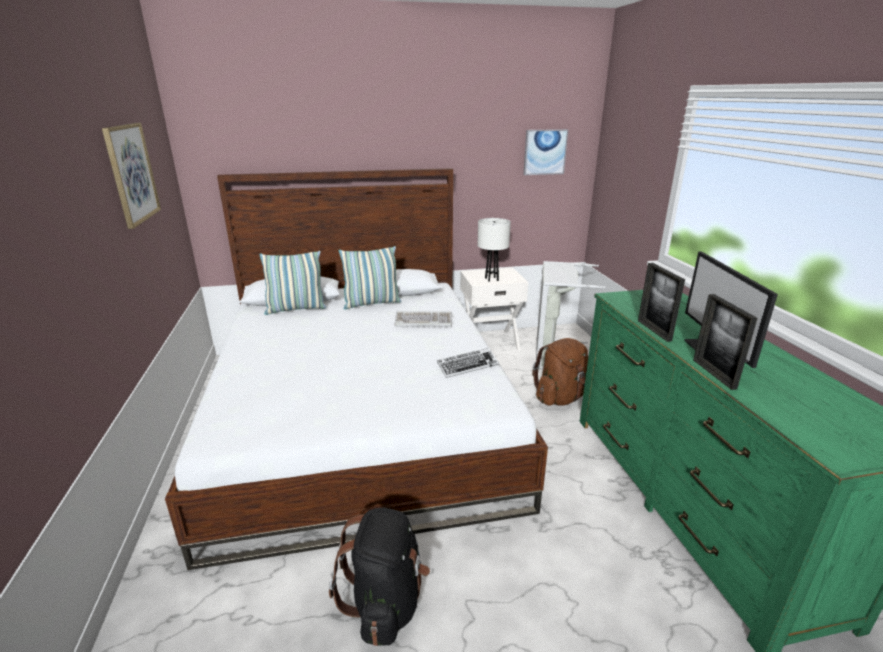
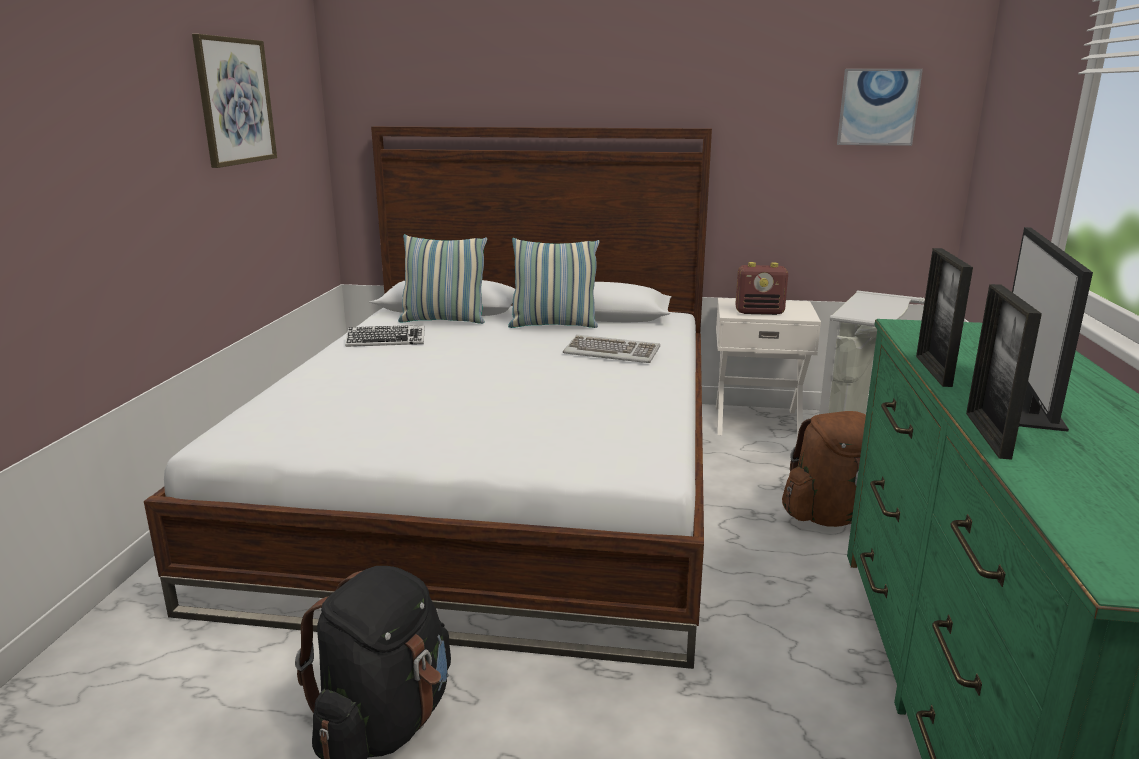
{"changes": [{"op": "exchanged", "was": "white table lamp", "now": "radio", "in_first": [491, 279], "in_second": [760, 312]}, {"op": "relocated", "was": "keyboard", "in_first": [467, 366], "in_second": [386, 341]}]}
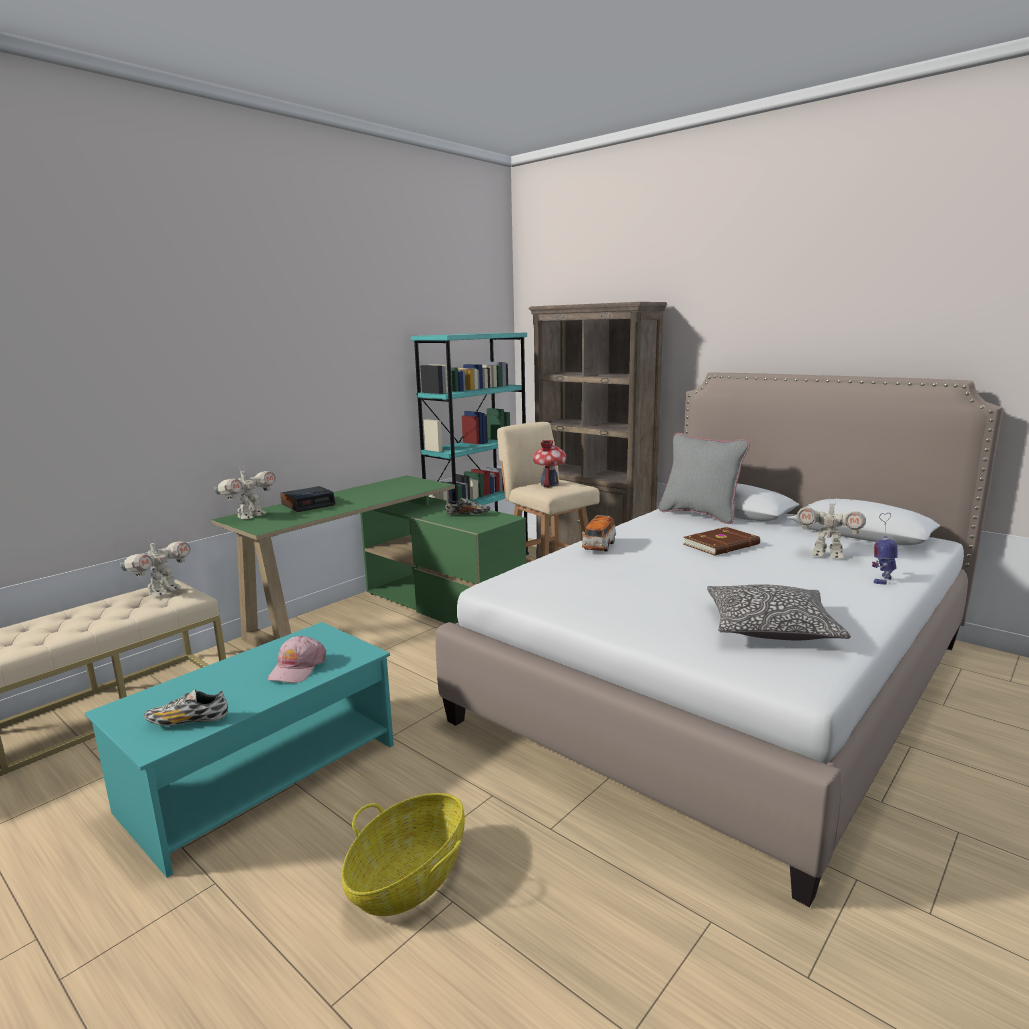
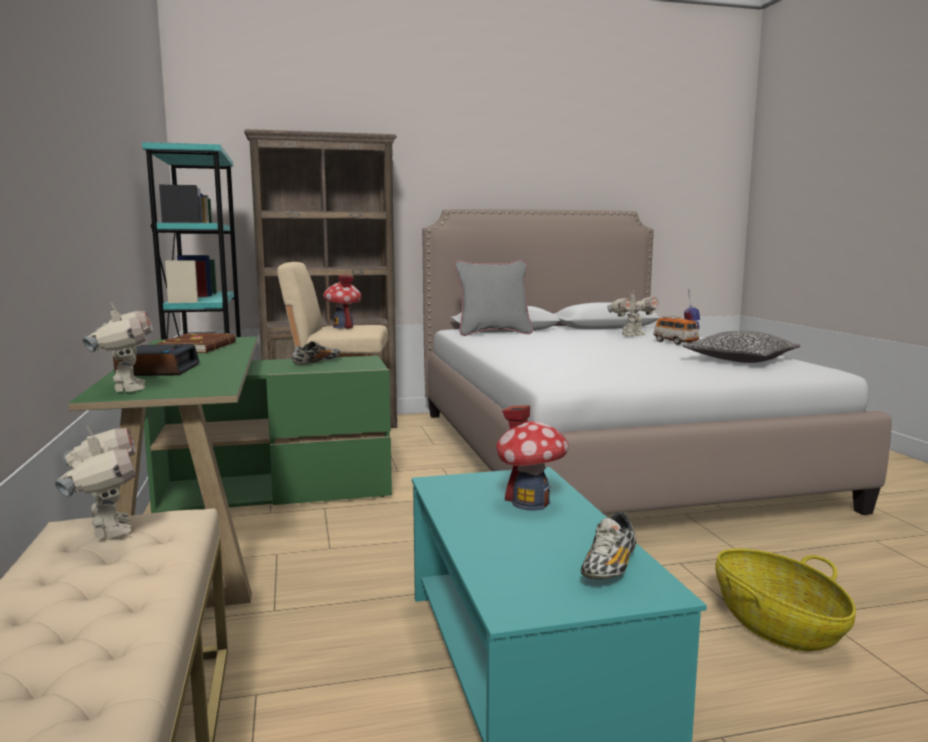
{"changes": [{"op": "relocated", "was": "toy car", "in_first": [599, 547], "in_second": [675, 342]}, {"op": "relocated", "was": "brown book", "in_first": [722, 545], "in_second": [200, 347]}, {"op": "exchanged", "was": "pink cap", "now": "toy house", "in_first": [297, 668], "in_second": [531, 503]}]}
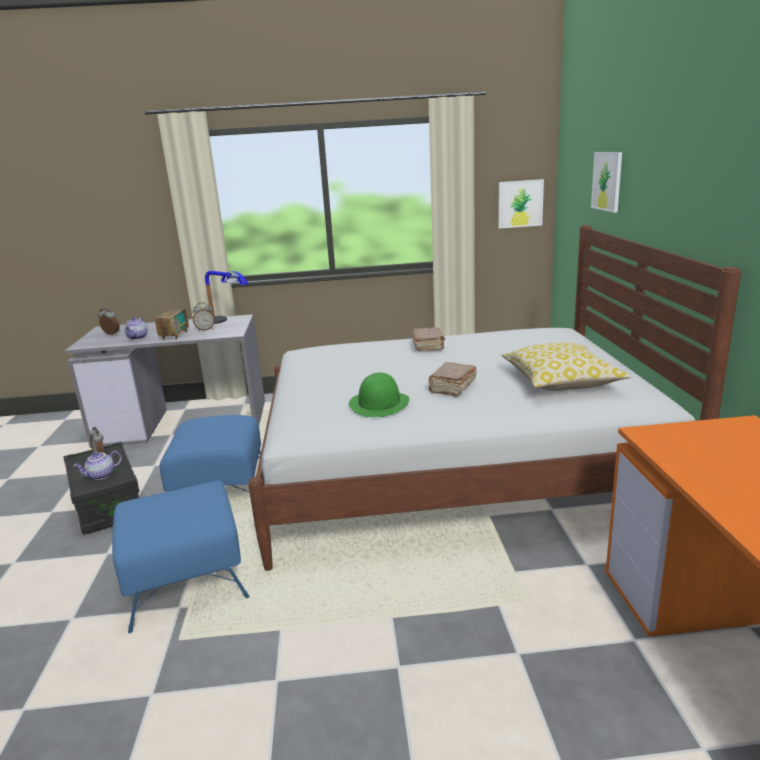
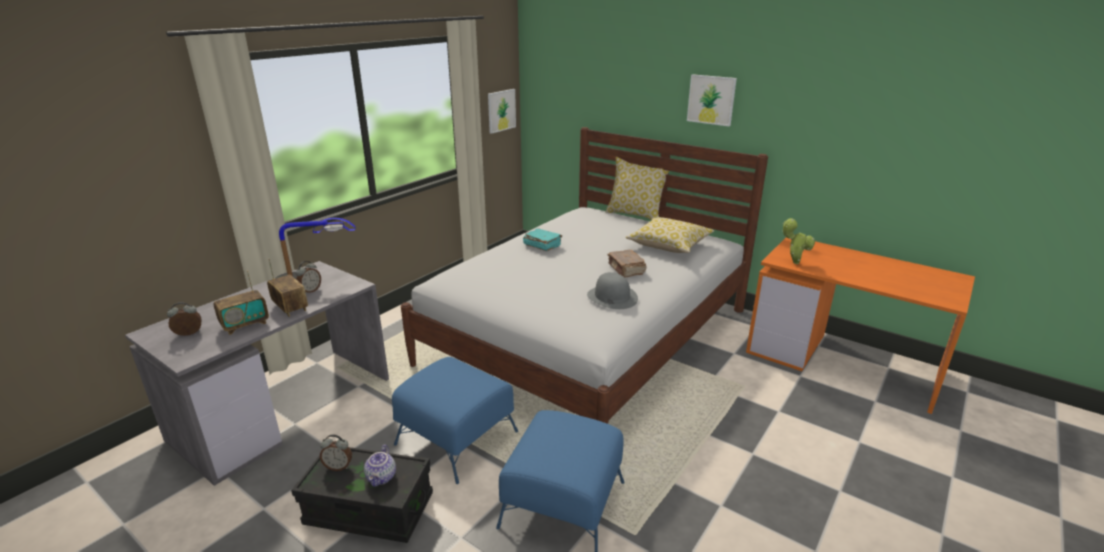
{"changes": [{"op": "relocated", "was": "picture", "in_first": [607, 181], "in_second": [711, 100]}, {"op": "exchanged", "was": "teapot", "now": "radio", "in_first": [138, 337], "in_second": [245, 325]}, {"op": "colour", "was": "brown book", "now": "turquoise book", "in_first": [428, 346], "in_second": [542, 245]}, {"op": "colour", "was": "green hat", "now": "grey hat", "in_first": [379, 403], "in_second": [612, 297]}, {"op": "appeared", "now": "pillow", "in_second": [635, 215]}, {"op": "appeared", "now": "potted plant", "in_second": [793, 262]}]}
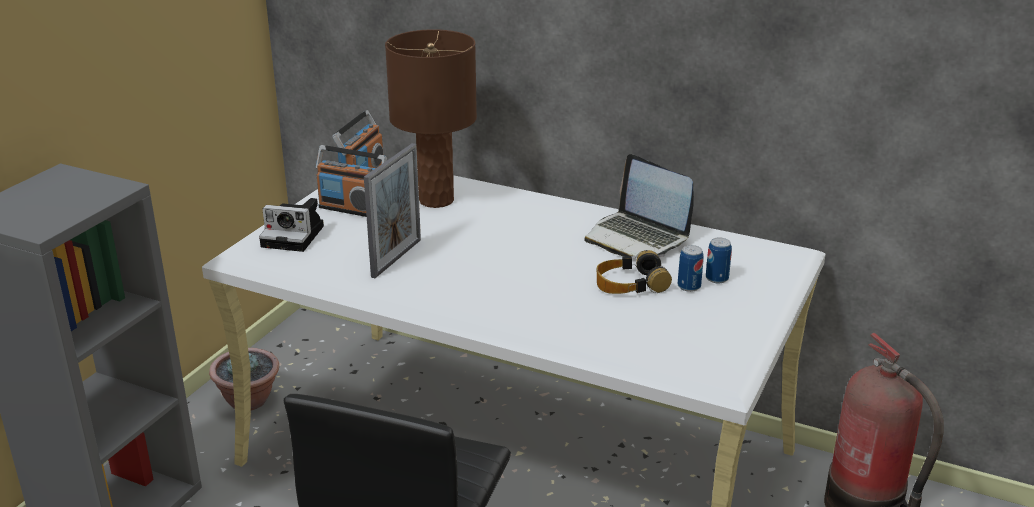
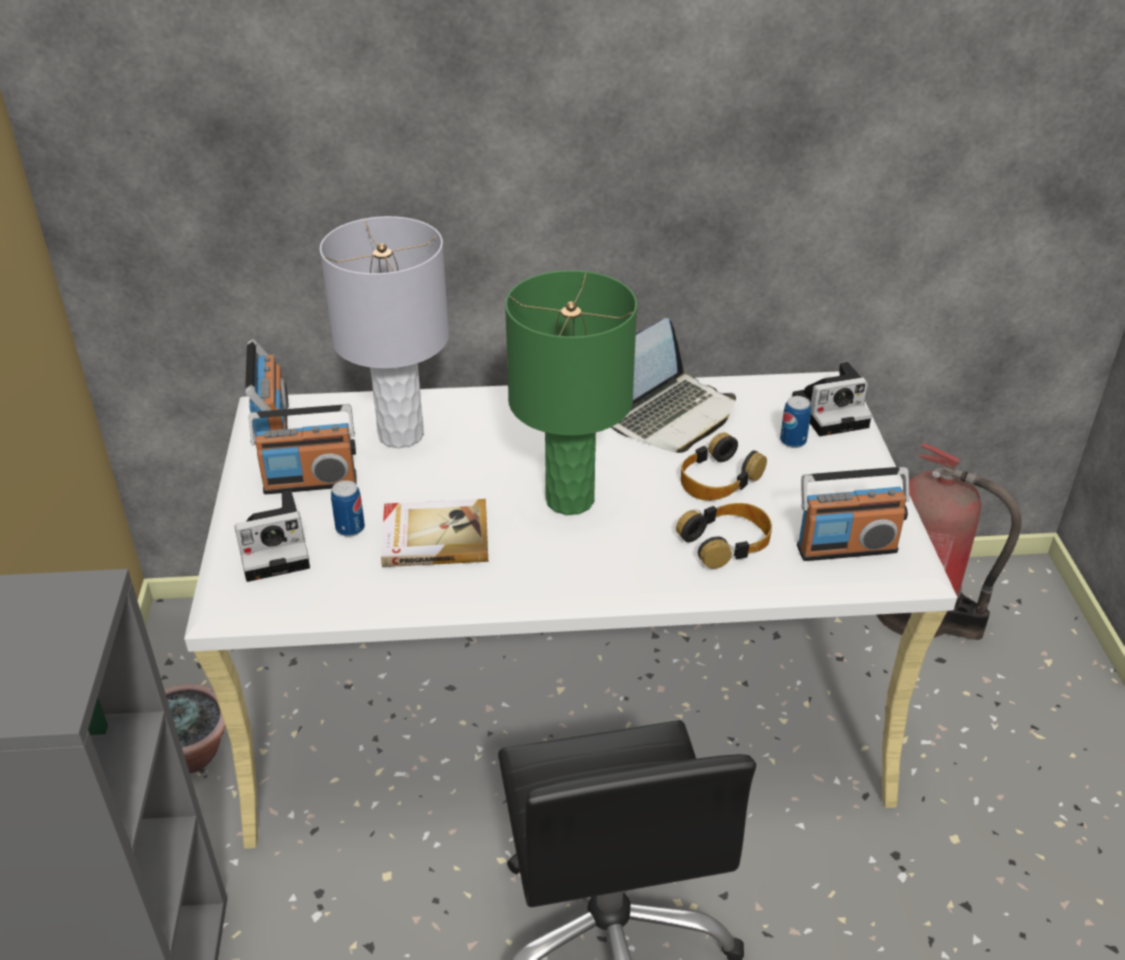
{"changes": [{"op": "colour", "was": "brown table lamp", "now": "grey table lamp", "in_first": [436, 200], "in_second": [400, 434]}, {"op": "exchanged", "was": "picture frame", "now": "book", "in_first": [396, 258], "in_second": [434, 536]}, {"op": "spun", "was": "laptop", "in_first": [637, 237], "in_second": [668, 414], "clockwise": -60}, {"op": "relocated", "was": "can", "in_first": [689, 286], "in_second": [350, 528]}, {"op": "appeared", "now": "green table lamp", "in_second": [569, 500]}, {"op": "appeared", "now": "photo camera", "in_second": [832, 412]}, {"op": "appeared", "now": "radio", "in_second": [846, 547]}, {"op": "appeared", "now": "headphones", "in_second": [726, 542]}]}
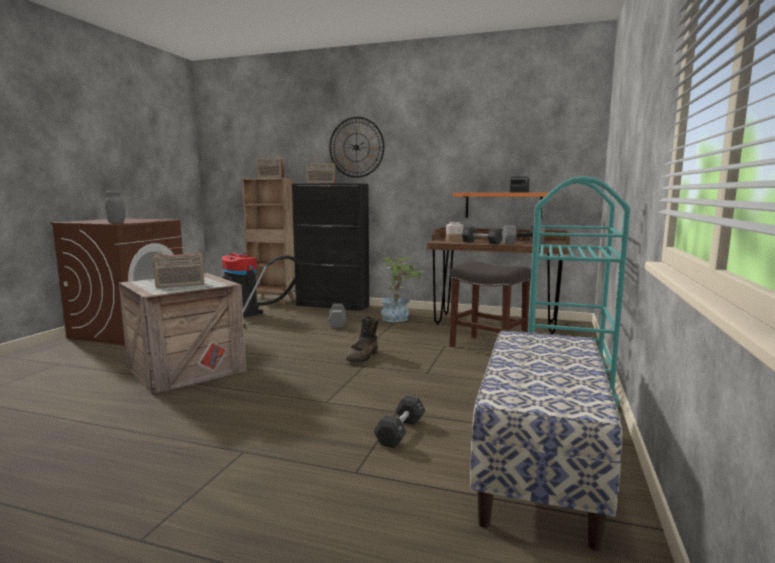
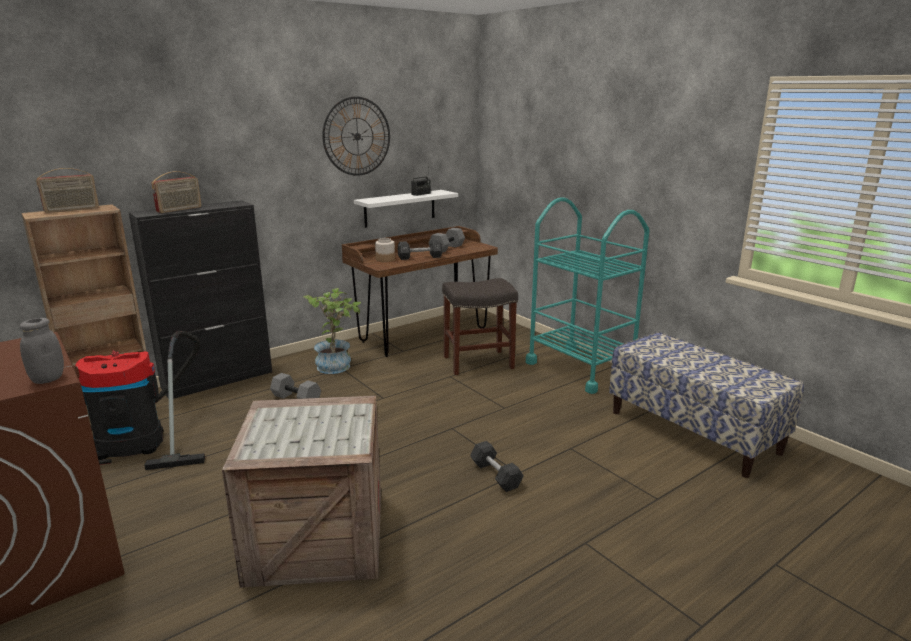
{"changes": [{"op": "relocated", "was": "wall clock", "in_first": [356, 147], "in_second": [357, 136]}, {"op": "colour", "was": "orange shelf", "now": "white shelf", "in_first": [503, 205], "in_second": [400, 208]}, {"op": "missing", "was": "radio", "in_first": [180, 286]}, {"op": "missing", "was": "brown boot", "in_first": [363, 357]}, {"op": "relocated", "was": "black dumbbell", "in_first": [400, 432], "in_second": [495, 475]}]}
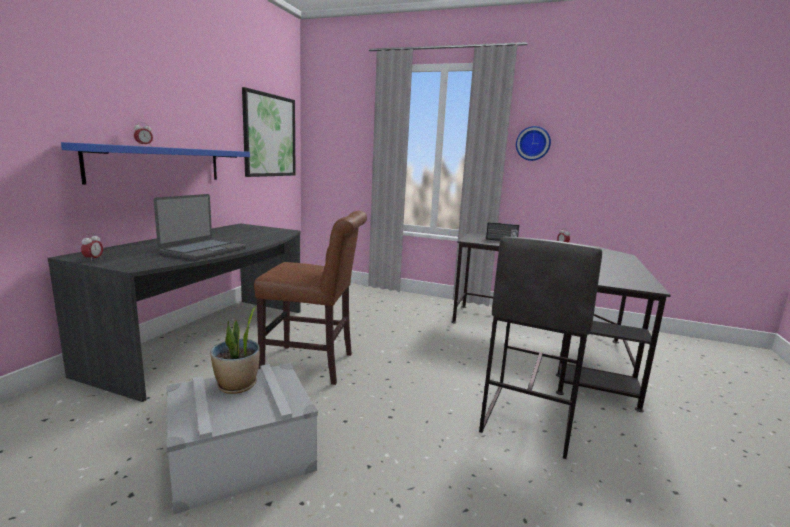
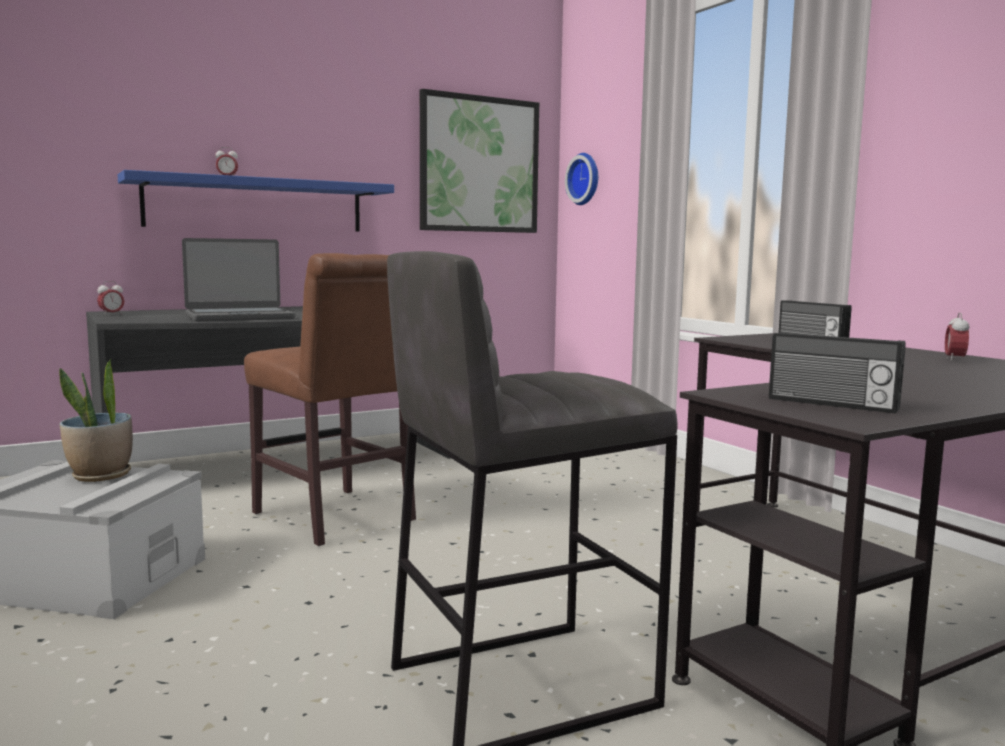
{"changes": [{"op": "relocated", "was": "wall clock", "in_first": [533, 143], "in_second": [585, 179]}, {"op": "appeared", "now": "radio", "in_second": [831, 404]}]}
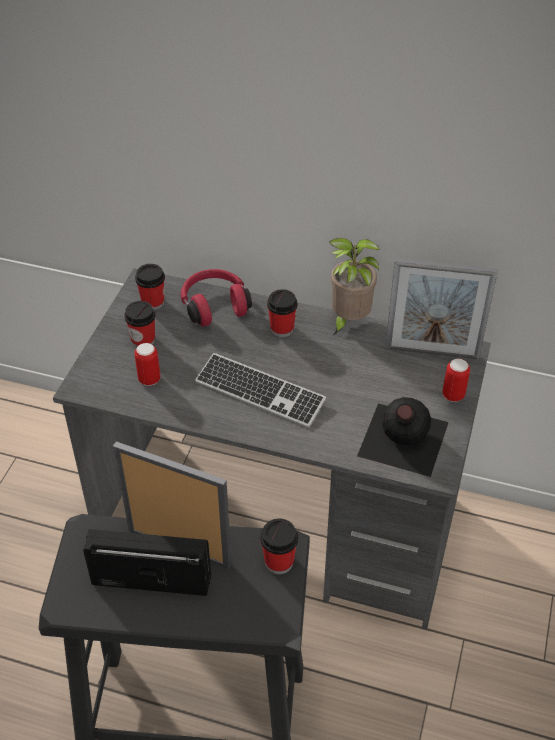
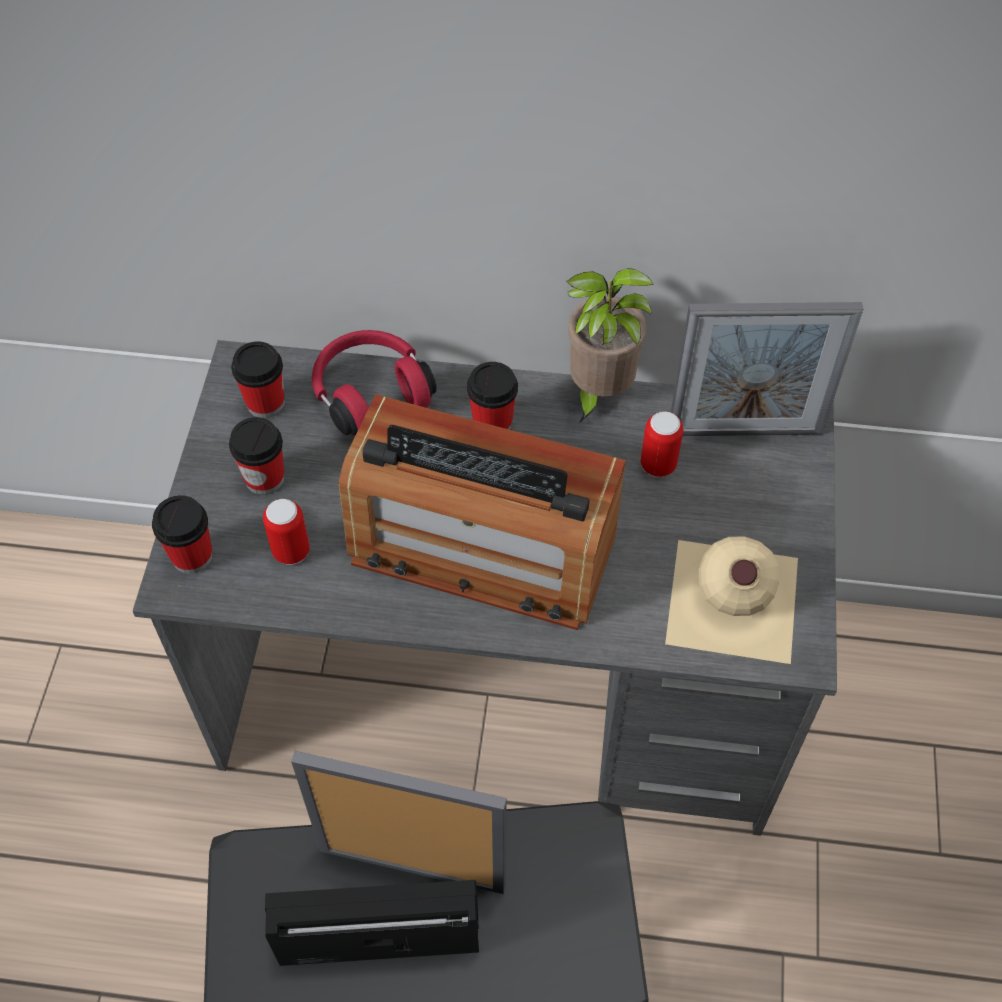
{"changes": [{"op": "exchanged", "was": "keyboard", "now": "radio", "in_first": [259, 392], "in_second": [481, 548]}, {"op": "relocated", "was": "can", "in_first": [453, 395], "in_second": [658, 465]}, {"op": "colour", "was": "black bottle", "now": "beige bottle", "in_first": [401, 439], "in_second": [730, 601]}, {"op": "relocated", "was": "cup", "in_first": [279, 562], "in_second": [192, 556]}]}
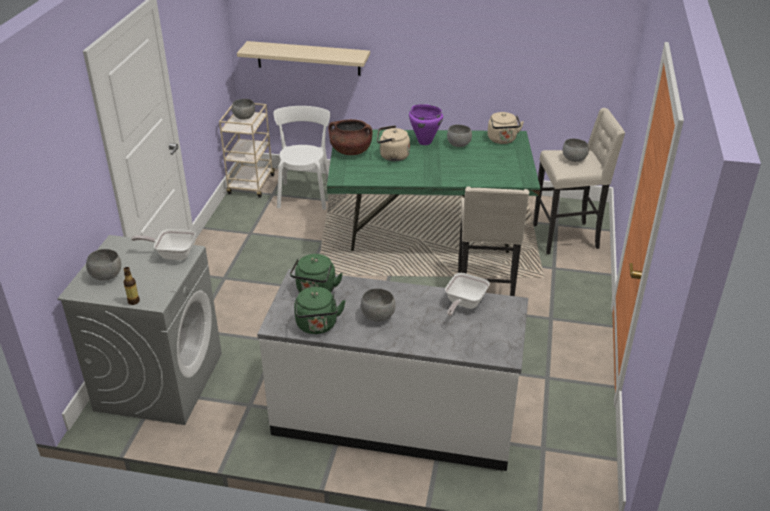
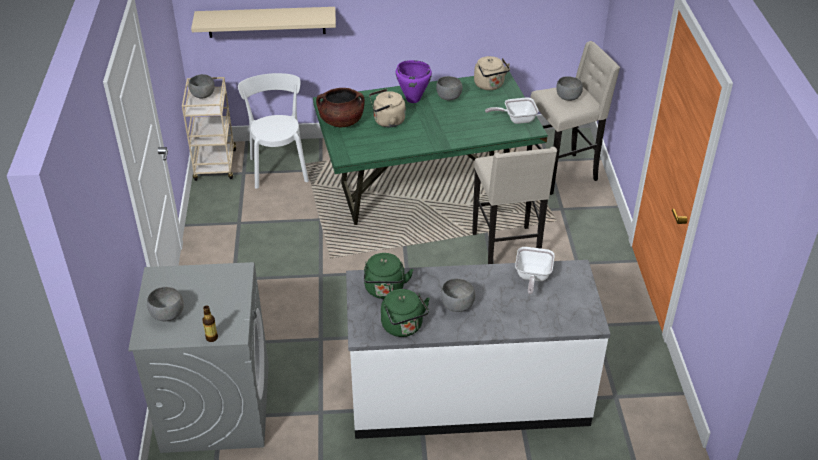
{"changes": [{"op": "relocated", "was": "frying pan", "in_first": [172, 254], "in_second": [516, 119]}]}
